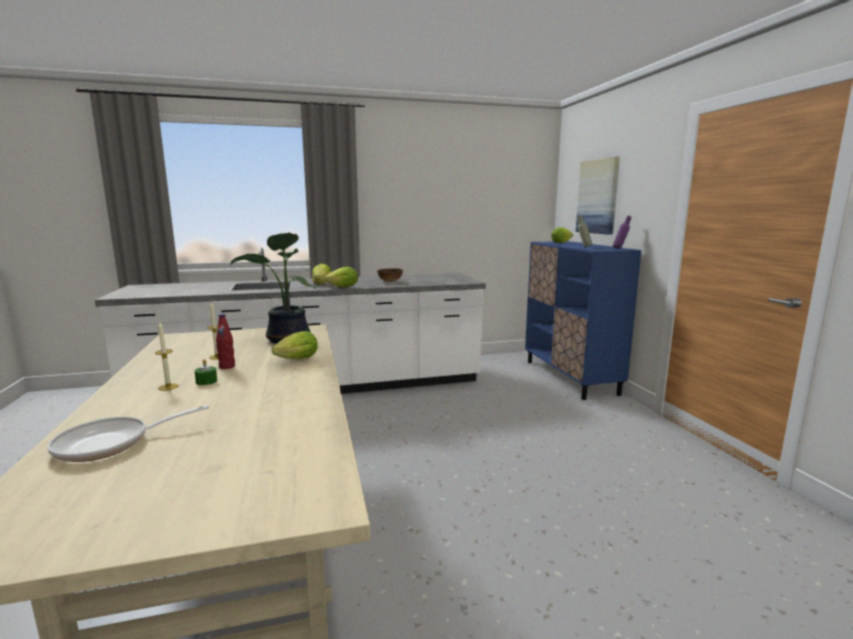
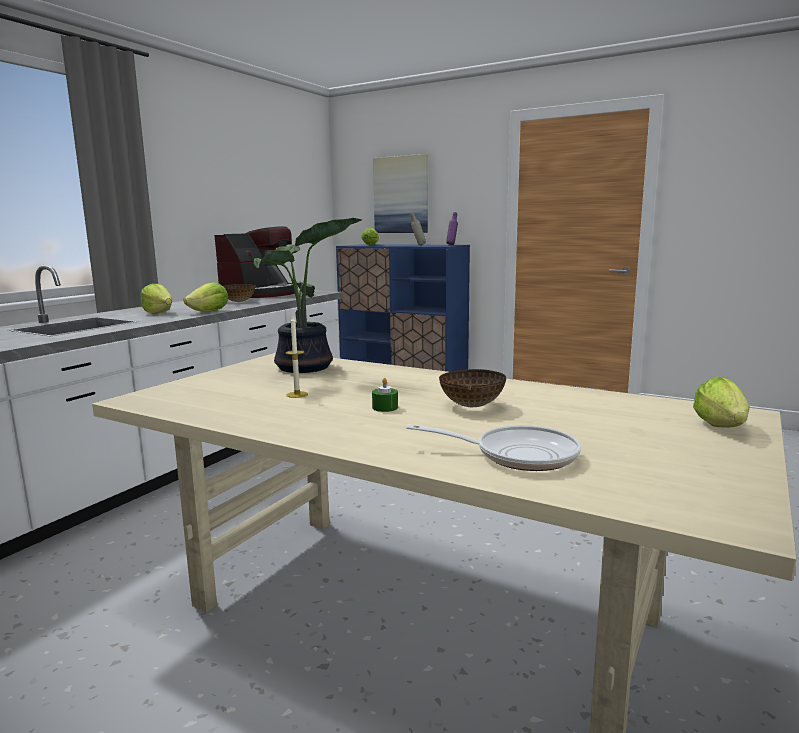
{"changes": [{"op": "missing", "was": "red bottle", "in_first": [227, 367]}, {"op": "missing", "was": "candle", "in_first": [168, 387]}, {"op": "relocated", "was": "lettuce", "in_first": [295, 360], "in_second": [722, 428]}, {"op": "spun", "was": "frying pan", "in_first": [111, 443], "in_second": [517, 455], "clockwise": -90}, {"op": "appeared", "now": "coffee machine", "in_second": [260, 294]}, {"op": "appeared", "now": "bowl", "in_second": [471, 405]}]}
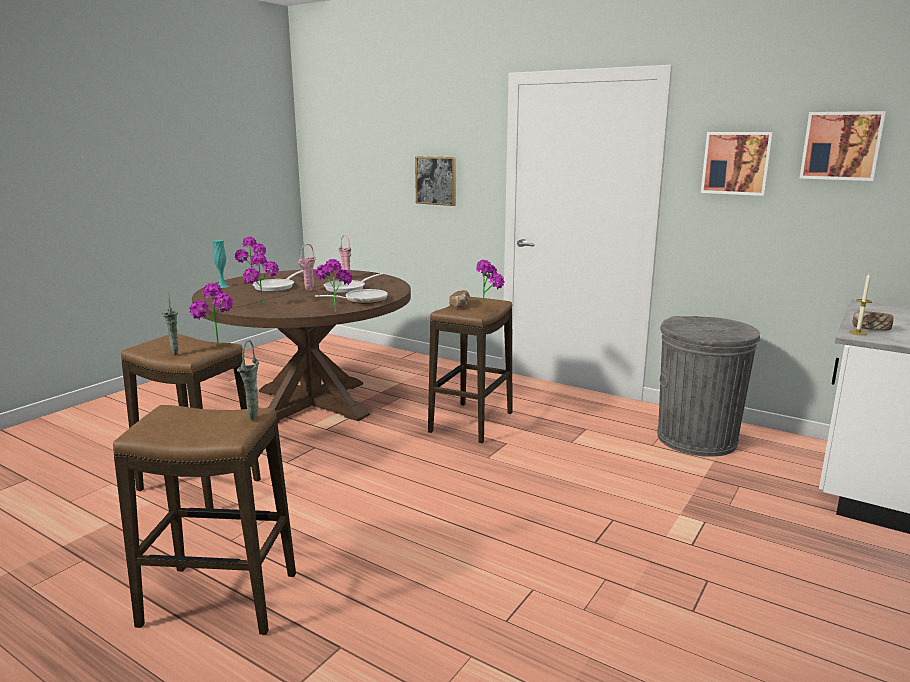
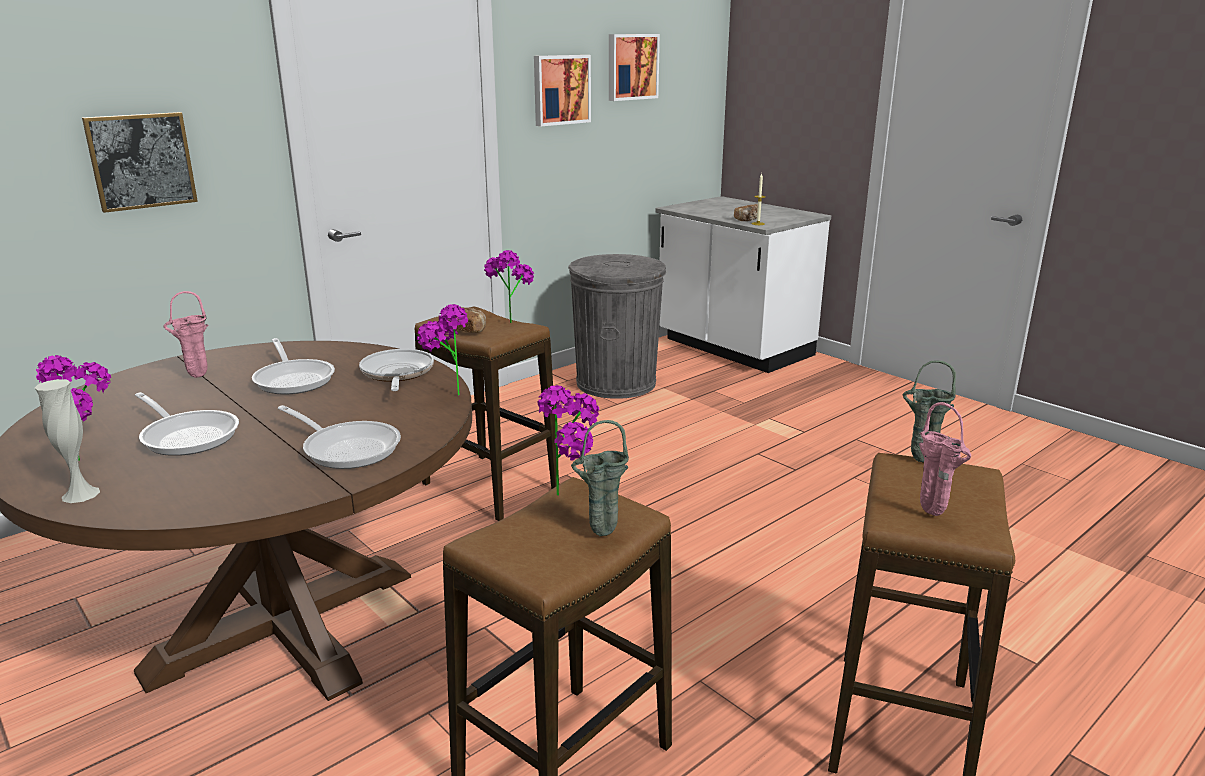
{"changes": [{"op": "colour", "was": "turquoise vase", "now": "white vase", "in_first": [222, 286], "in_second": [80, 494]}, {"op": "relocated", "was": "pink vase", "in_first": [308, 291], "in_second": [934, 515]}, {"op": "exchanged", "was": "potted plant", "now": "frying pan", "in_first": [264, 306], "in_second": [347, 448]}]}
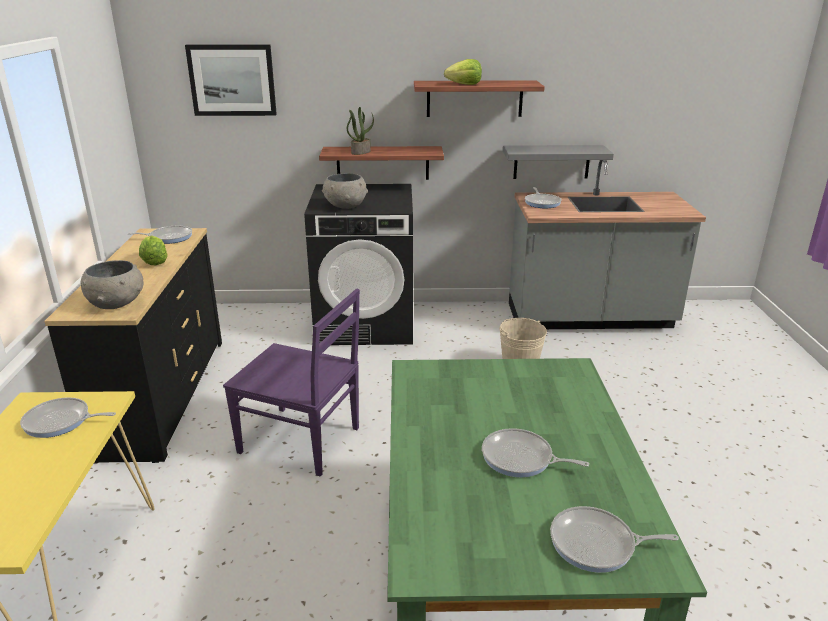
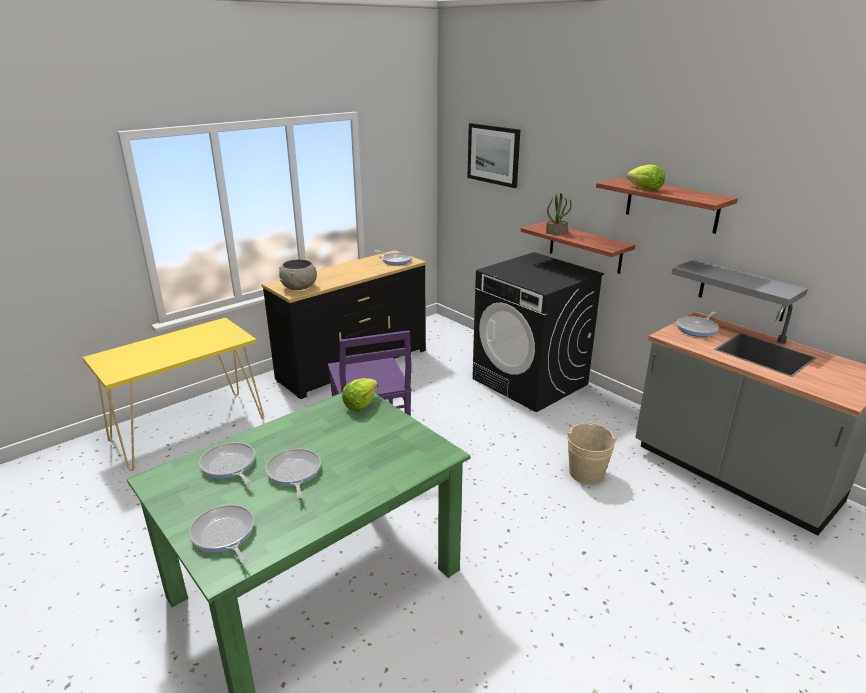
{"changes": [{"op": "missing", "was": "grey bowl", "in_first": [345, 206]}, {"op": "relocated", "was": "lettuce", "in_first": [155, 261], "in_second": [360, 404]}, {"op": "relocated", "was": "frying pan", "in_first": [60, 422], "in_second": [229, 466]}]}
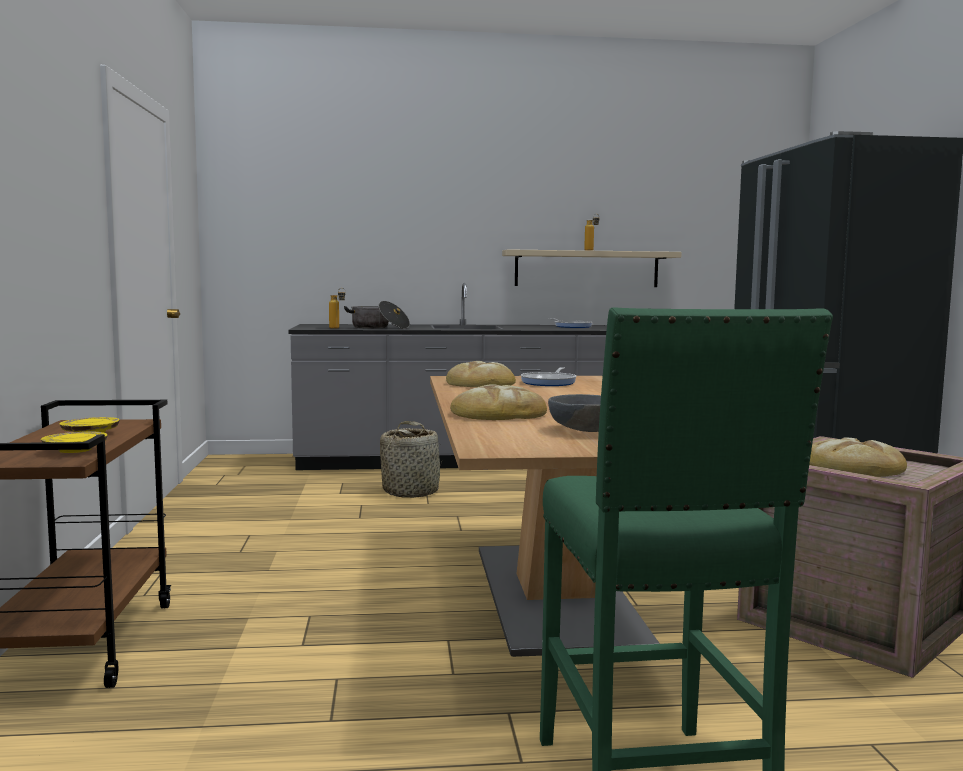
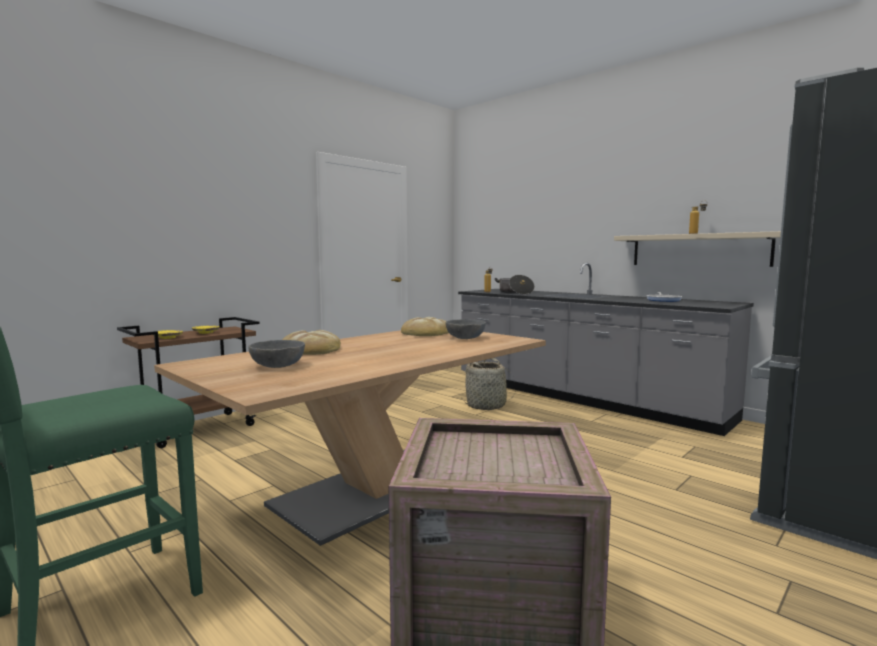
{"changes": [{"op": "exchanged", "was": "frying pan", "now": "grey bowl", "in_first": [549, 382], "in_second": [465, 338]}, {"op": "missing", "was": "bread", "in_first": [854, 467]}]}
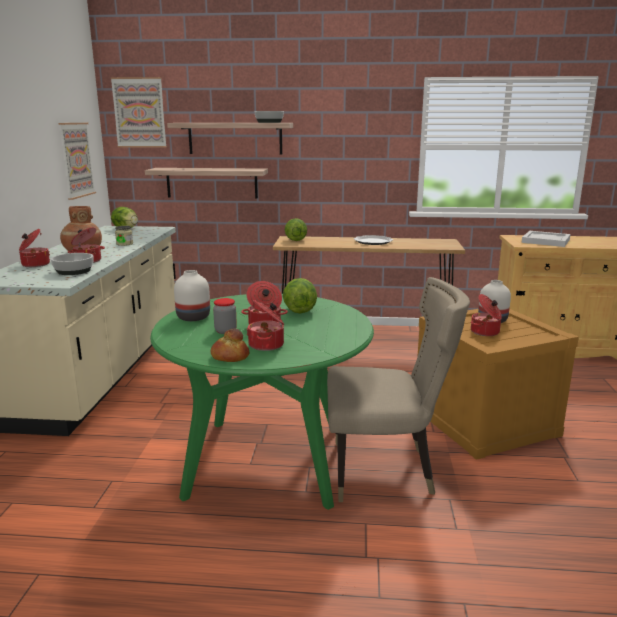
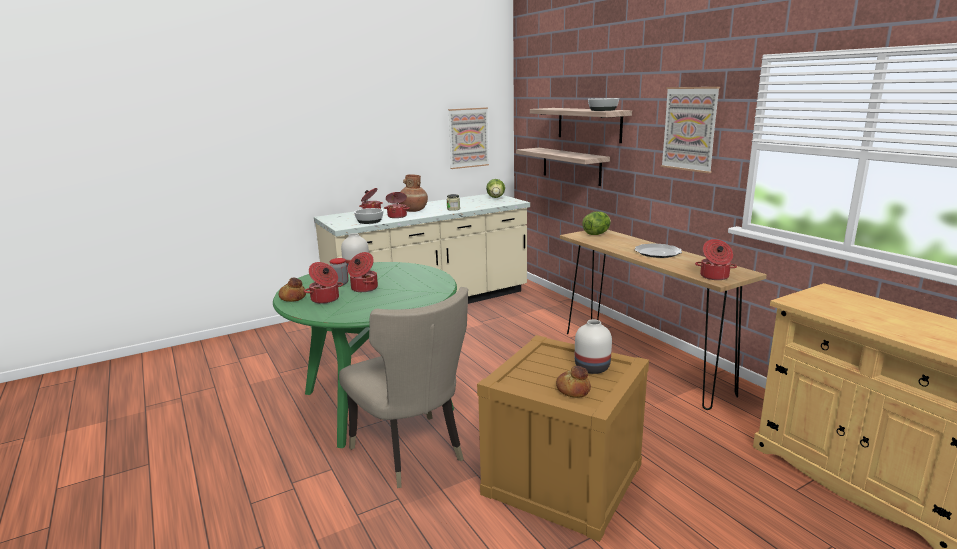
{"changes": [{"op": "relocated", "was": "picture", "in_first": [139, 113], "in_second": [690, 129]}, {"op": "missing", "was": "white tray", "in_first": [546, 241]}, {"op": "missing", "was": "lettuce", "in_first": [299, 310]}, {"op": "relocated", "was": "cooking pot", "in_first": [485, 332], "in_second": [714, 276]}, {"op": "appeared", "now": "bread", "in_second": [573, 390]}]}
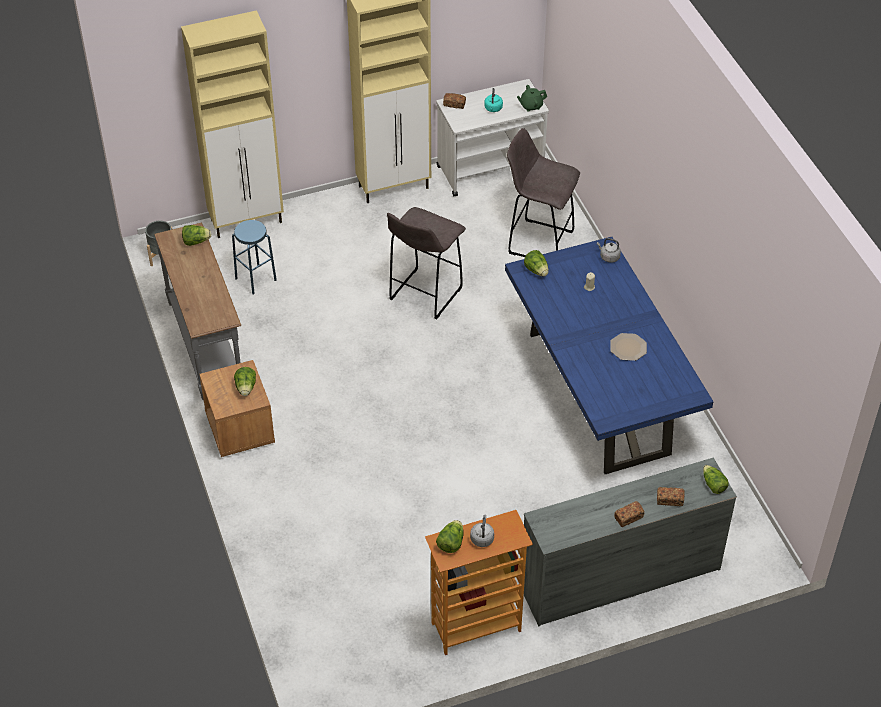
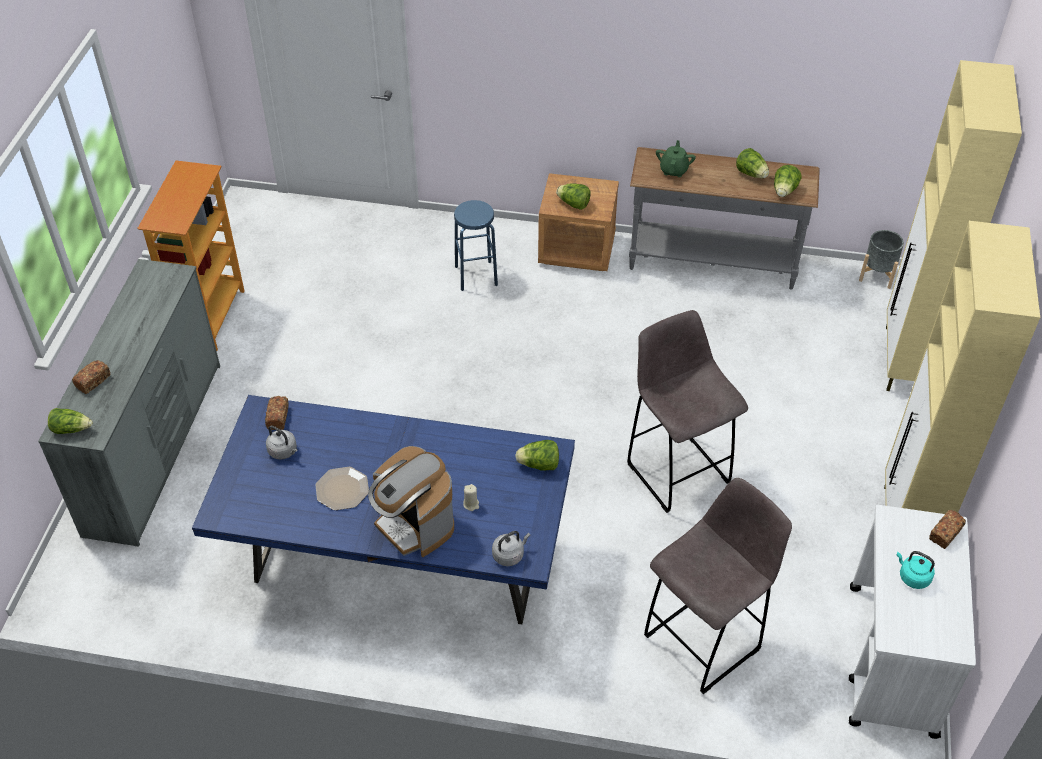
{"changes": [{"op": "relocated", "was": "green teapot", "in_first": [531, 106], "in_second": [673, 170]}, {"op": "relocated", "was": "blue stool", "in_first": [256, 279], "in_second": [476, 276]}, {"op": "relocated", "was": "bread", "in_first": [628, 518], "in_second": [278, 417]}, {"op": "relocated", "was": "grey kettle", "in_first": [482, 538], "in_second": [284, 451]}, {"op": "relocated", "was": "lettuce", "in_first": [451, 543], "in_second": [751, 174]}, {"op": "appeared", "now": "coffee machine", "in_second": [414, 525]}]}
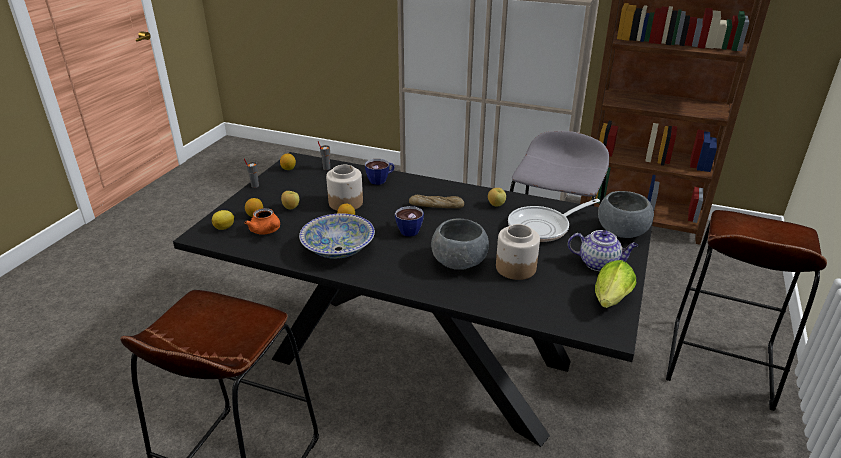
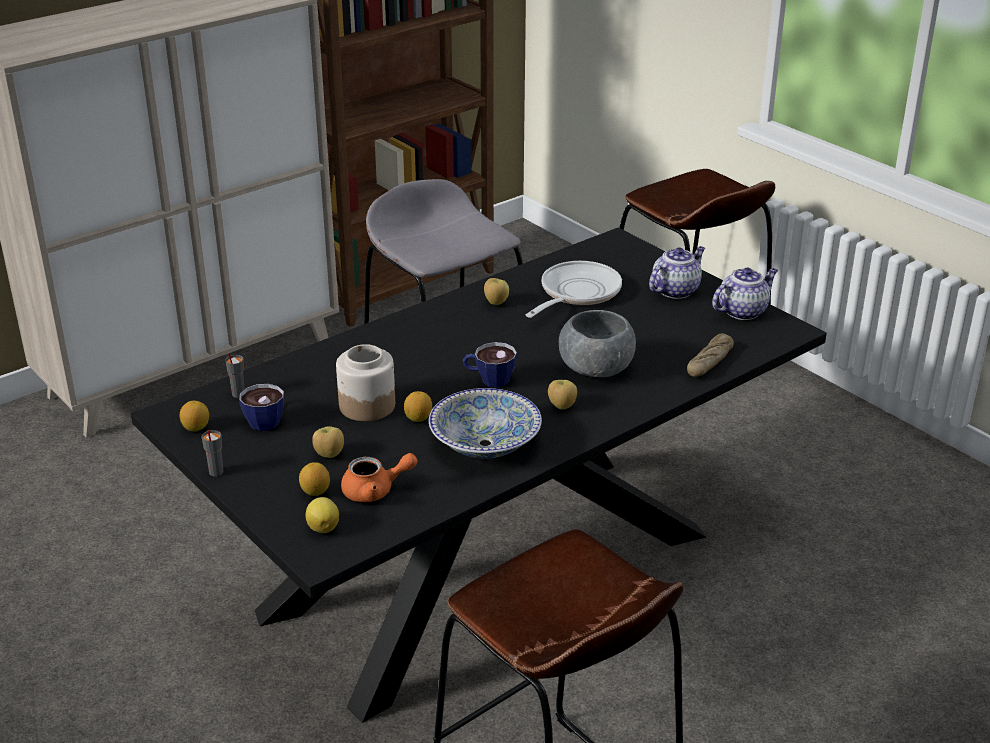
{"changes": [{"op": "relocated", "was": "cup", "in_first": [381, 180], "in_second": [265, 419]}, {"op": "missing", "was": "grey bowl", "in_first": [621, 231]}, {"op": "relocated", "was": "bread", "in_first": [436, 206], "in_second": [710, 362]}, {"op": "spun", "was": "frying pan", "in_first": [543, 227], "in_second": [576, 293], "clockwise": -150}, {"op": "missing", "was": "jar", "in_first": [515, 268]}, {"op": "exchanged", "was": "lettuce", "now": "teapot", "in_first": [610, 301], "in_second": [743, 311]}, {"op": "appeared", "now": "apple", "in_second": [561, 406]}]}
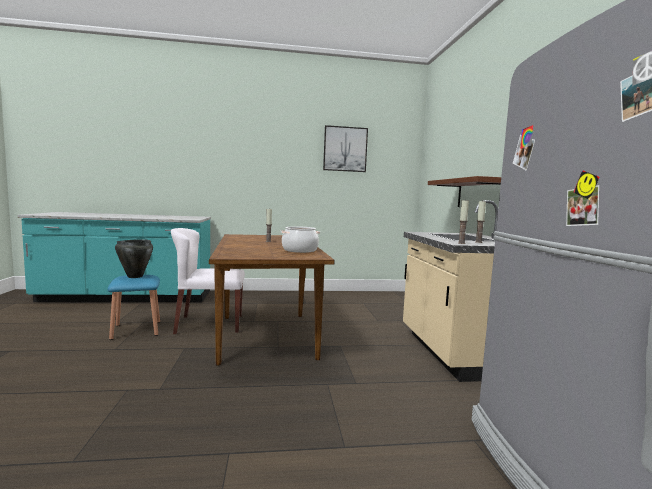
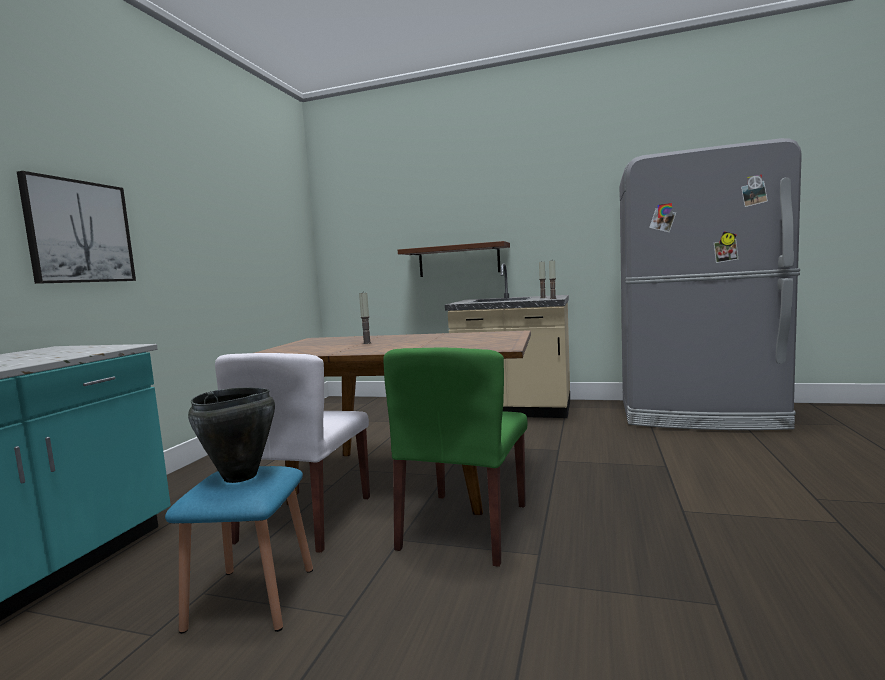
{"changes": [{"op": "relocated", "was": "picture", "in_first": [345, 149], "in_second": [79, 232]}, {"op": "missing", "was": "cooking pot", "in_first": [299, 250]}, {"op": "appeared", "now": "green chair", "in_second": [465, 526]}]}
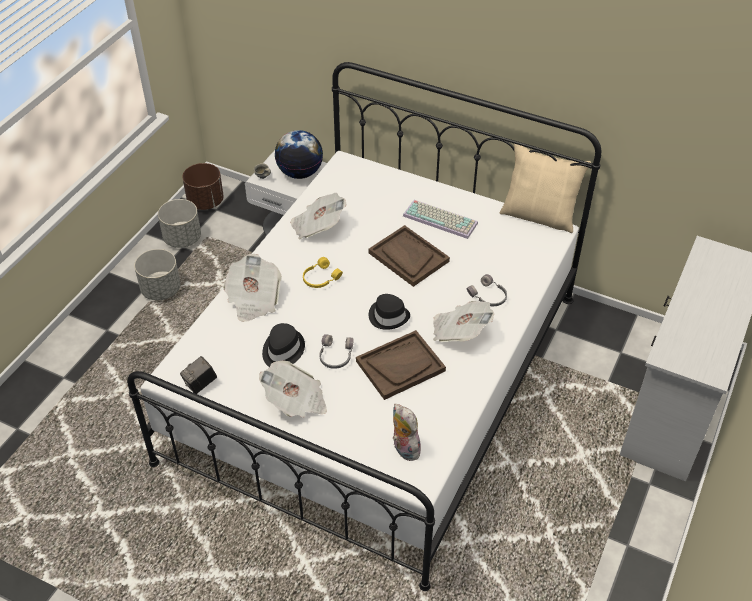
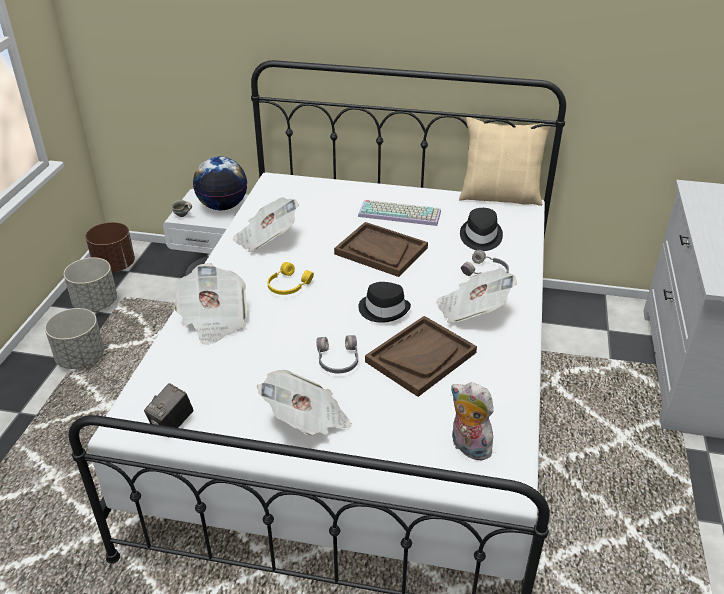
{"changes": [{"op": "relocated", "was": "black hat", "in_first": [282, 350], "in_second": [480, 237]}]}
